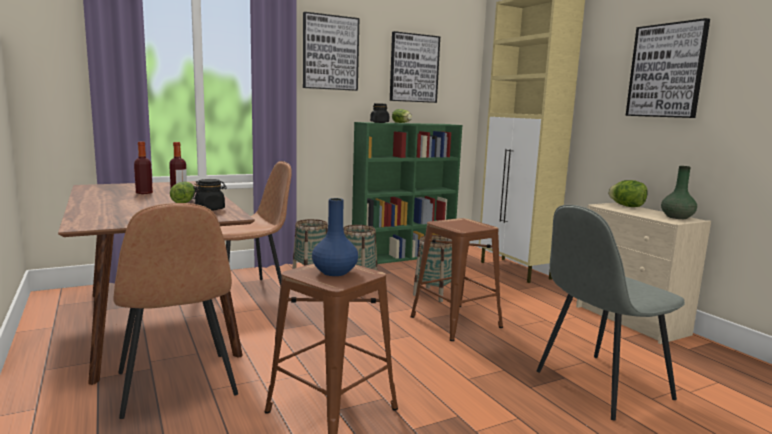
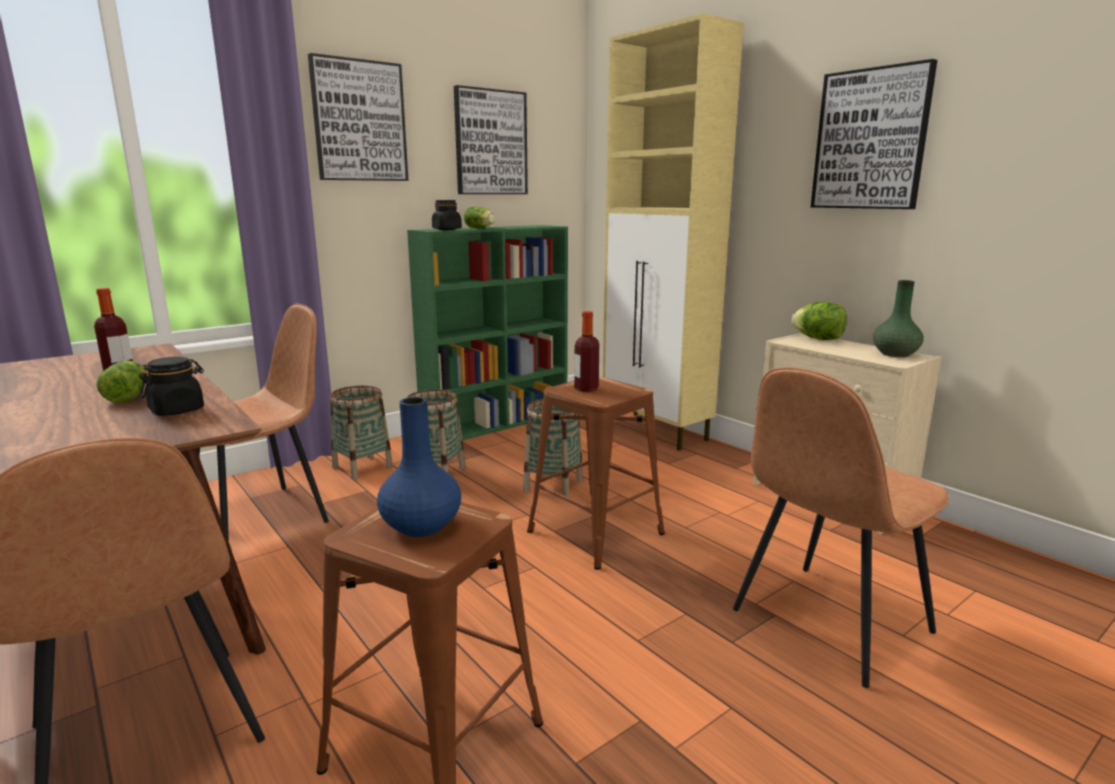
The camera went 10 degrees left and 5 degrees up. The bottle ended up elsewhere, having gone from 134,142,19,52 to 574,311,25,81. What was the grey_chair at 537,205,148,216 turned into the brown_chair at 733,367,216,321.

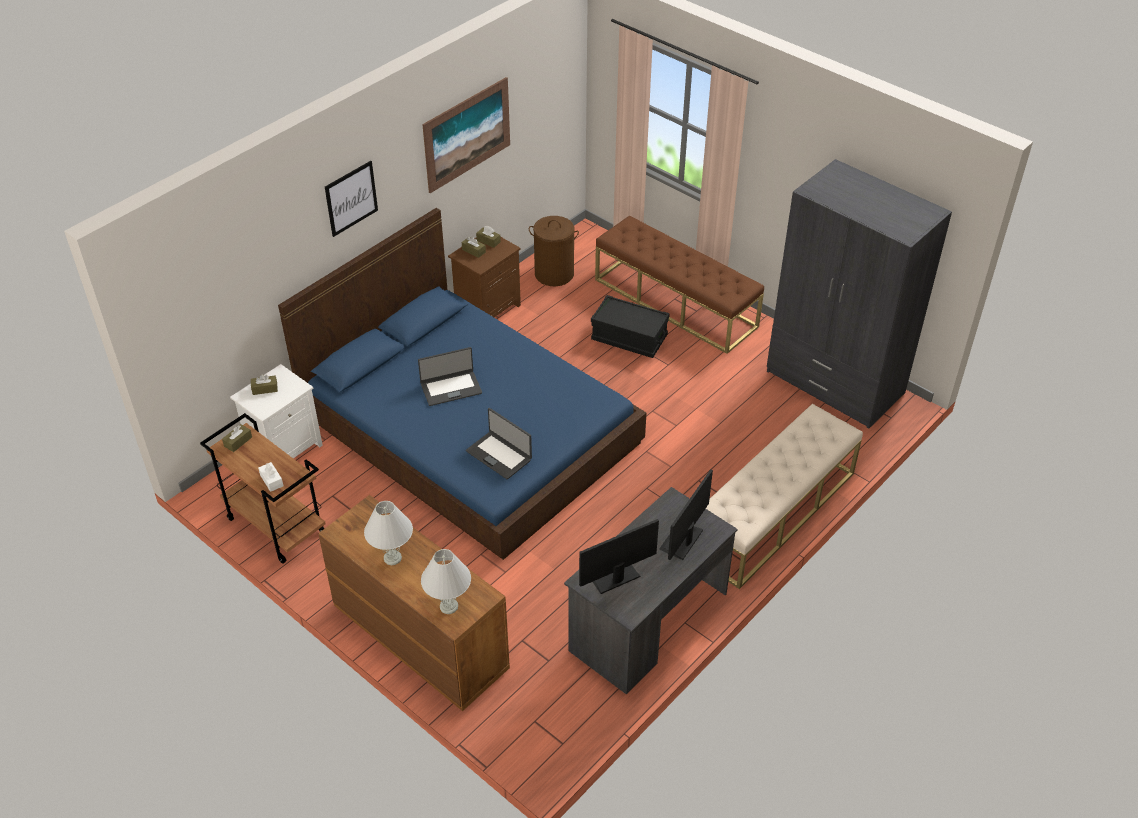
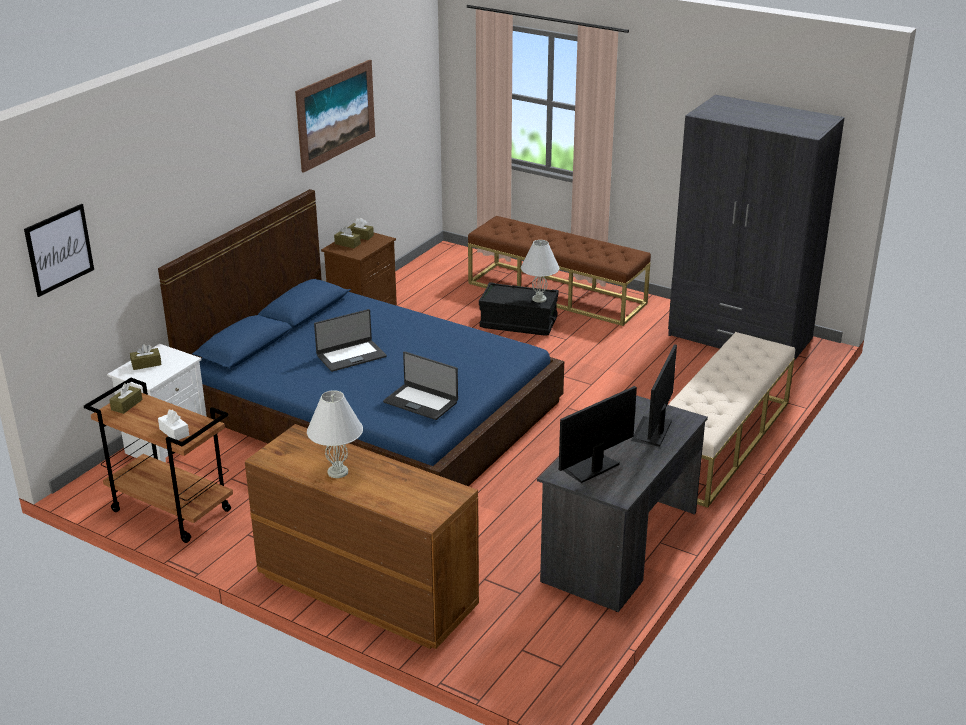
The camera went 10 degrees left and 15 degrees down. The picture ended up elsewhere, having gone from 325,161,53,76 to 24,204,70,93. The white_table_lamp ended up elsewhere, having gone from 421,549,50,65 to 521,240,38,63. The second view lost the brown_laundry_basket at 529,216,50,70.

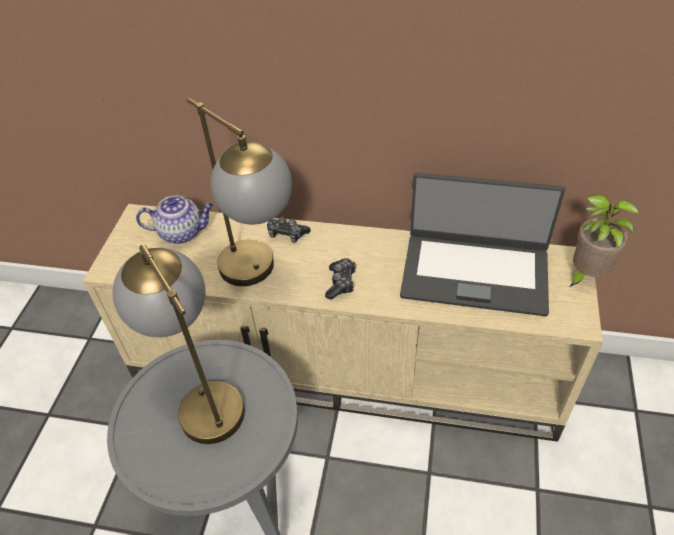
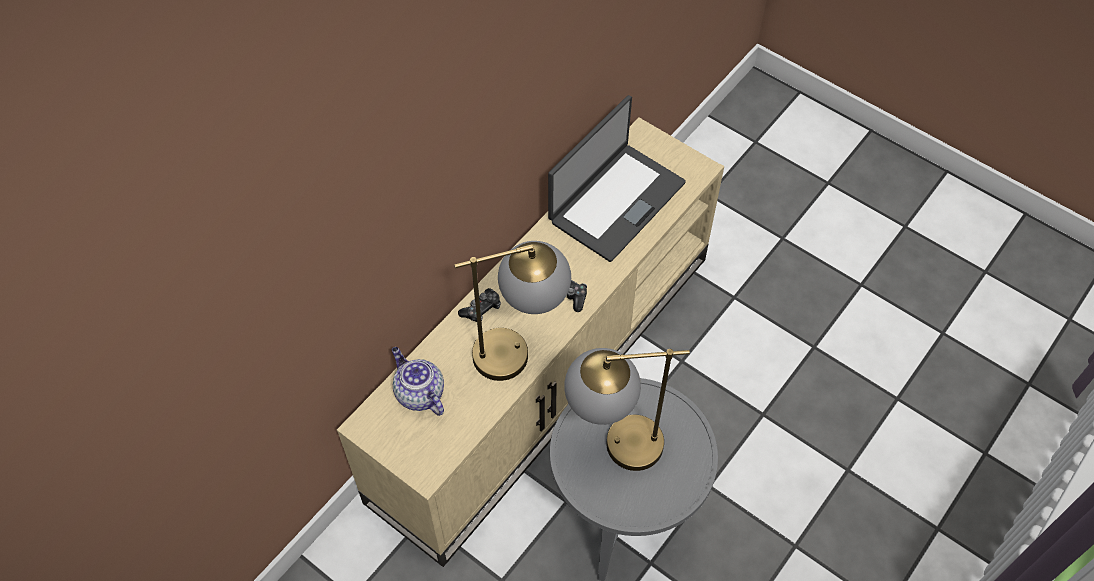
The camera went 65 degrees left and 10 degrees up. The teapot at 136,195,78,49 ended up facing another way, 60 degrees counterclockwise from before. The second view lost the potted_plant at 569,195,71,92.

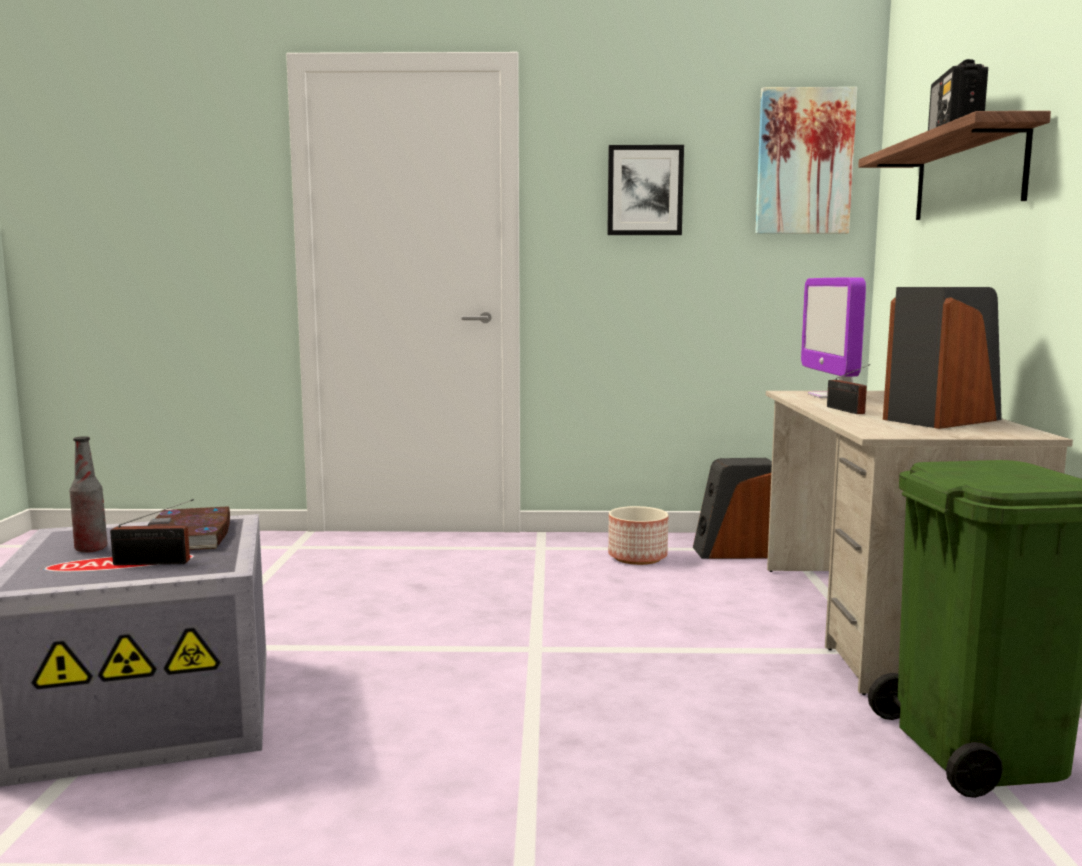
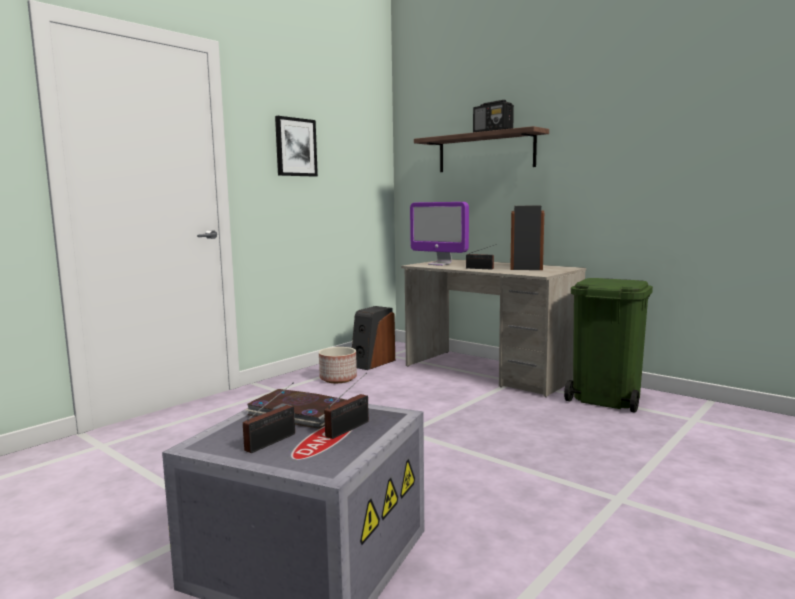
The camera went 50 degrees left and 0 degrees up. Where the bottle stood at 69,436,39,117, the radio came to stand at 243,382,52,71. The second view lost the picture at 755,87,102,147.

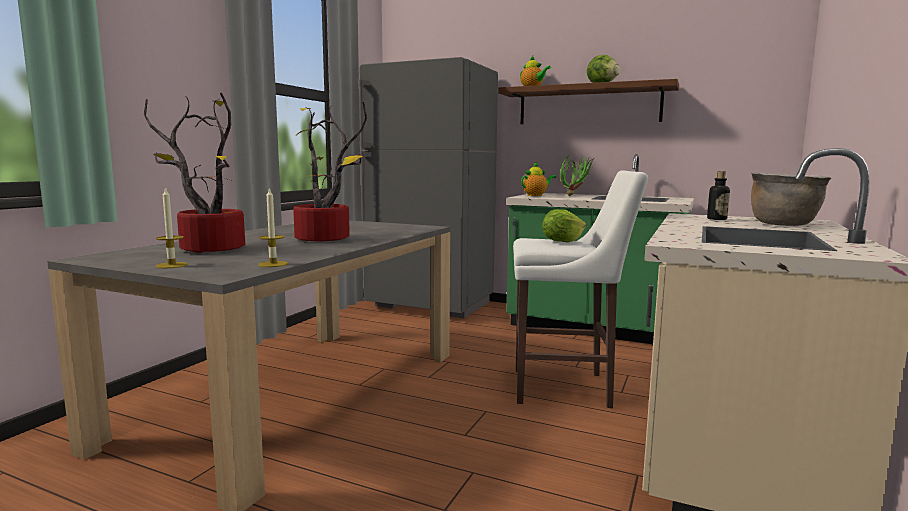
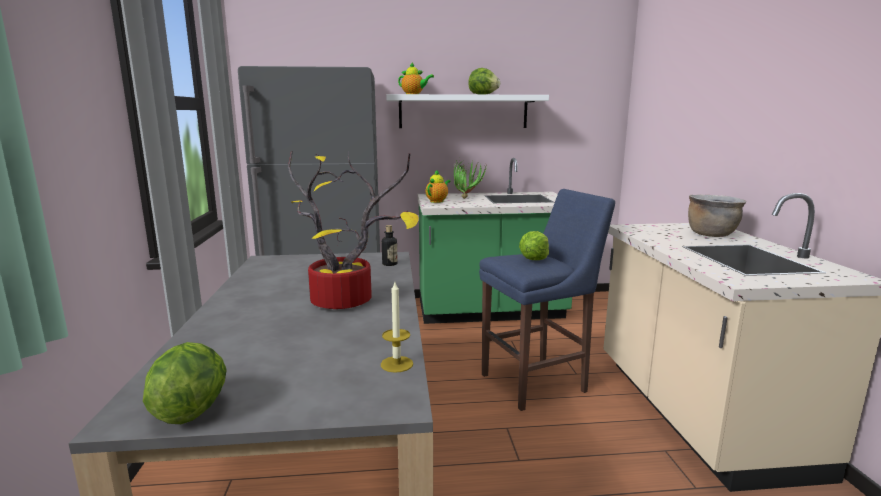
The camera went 30 degrees left and 5 degrees up. The second view lost the potted_plant at 144,93,101,160. The second view lost the candle at 156,187,32,81. What was the brown_shelf at 498,79,181,45 turned into the white_shelf at 386,94,163,34. What was the white_stool at 513,170,135,238 turned into the blue_stool at 479,189,136,222. The bottle ended up elsewhere, having gone from 707,171,23,49 to 382,225,16,41. The second view gained the lettuce at 143,342,83,82.

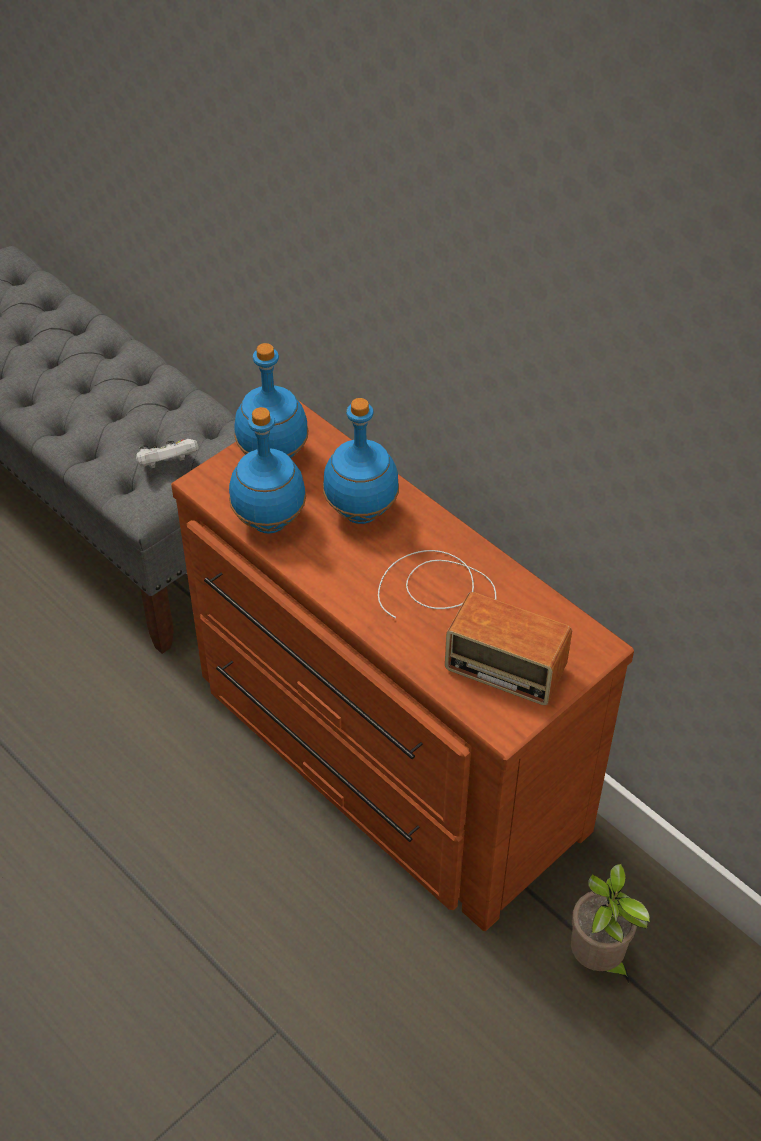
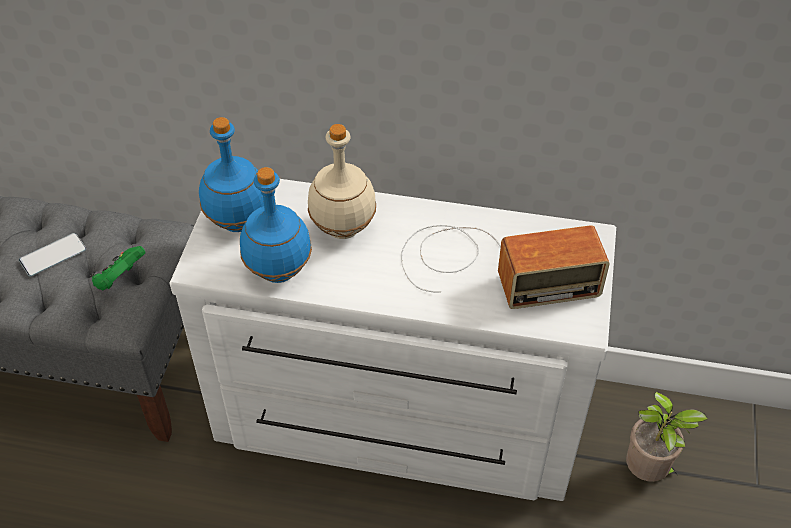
The camera went 35 degrees left and 0 degrees up. What was the white_game_controller at 136,439,62,30 turned into the green_game_controller at 91,246,55,44. What was the brown_dresser at 171,401,463,530 turned into the white_dresser at 169,179,447,322. What was the blue_bottle at 323,398,76,126 turned into the beige_bottle at 308,124,68,115. The second view gained the phone at 19,233,67,44.

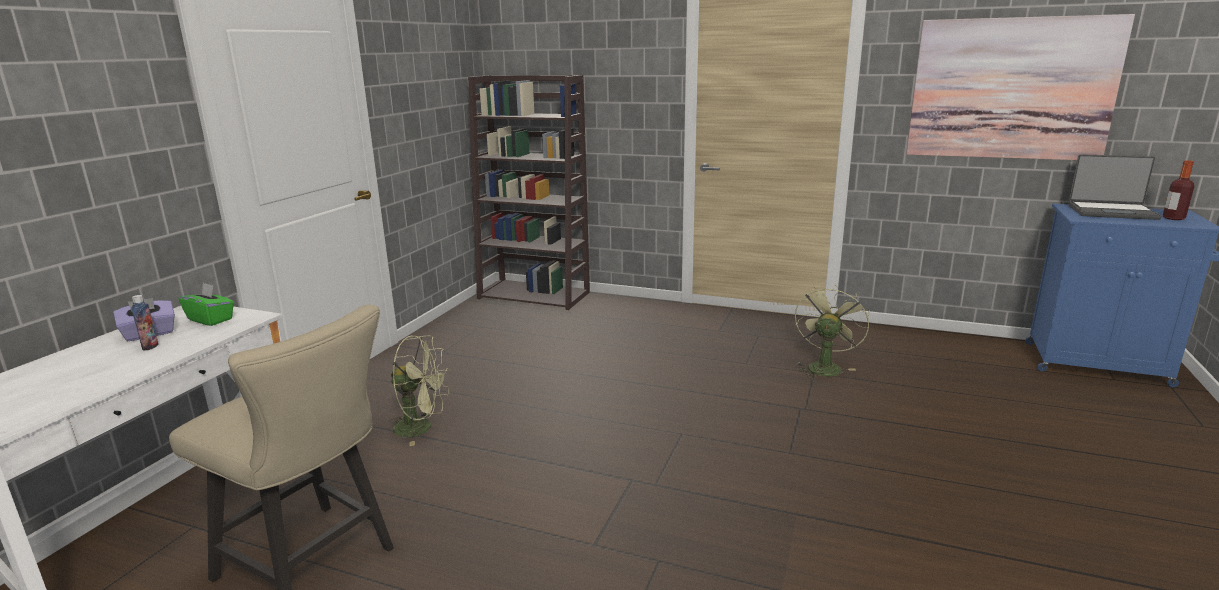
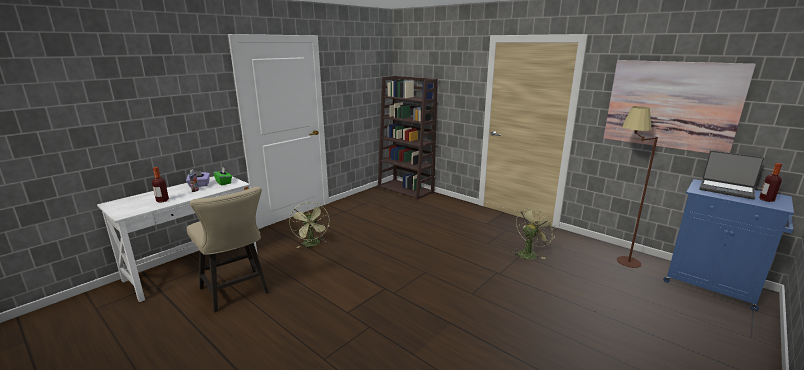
The camera went 20 degrees right and 0 degrees up. The green_fan at 389,335,61,111 ended up facing another way, 45 degrees clockwise from before. The second view gained the bottle at 152,167,17,36. The second view gained the brown_floor_lamp at 617,106,41,162.

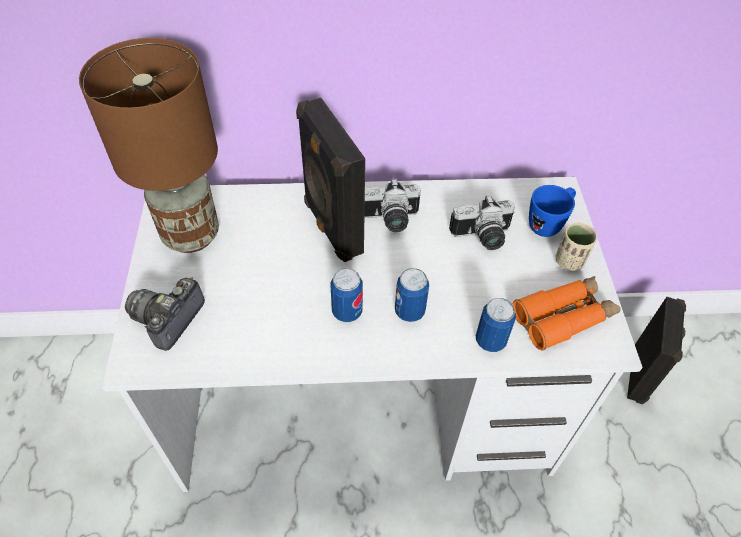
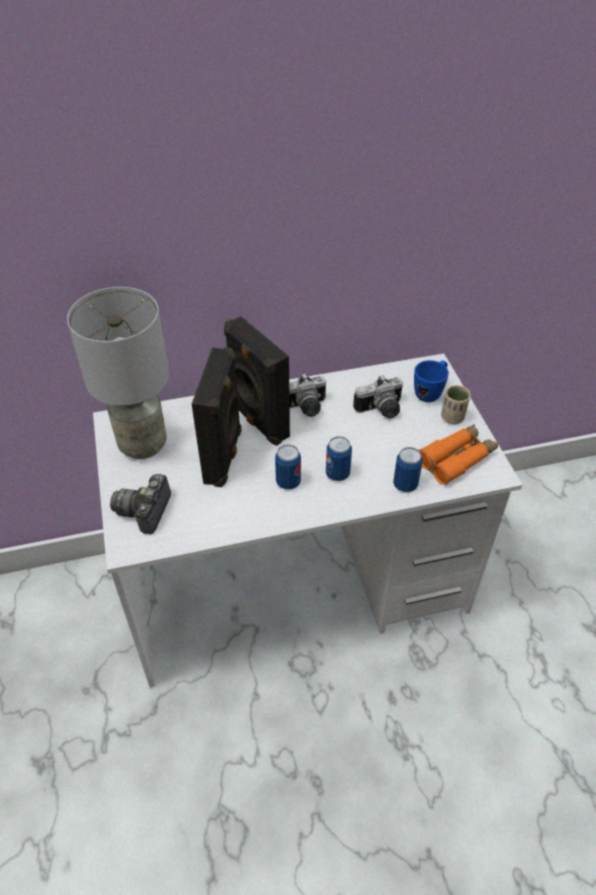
The camera went 10 degrees left and 5 degrees down. What was the brown_table_lamp at 79,38,140,215 turned into the grey_table_lamp at 67,287,102,172. The black_speaker ended up elsewhere, having gone from 627,297,59,108 to 192,347,49,140.

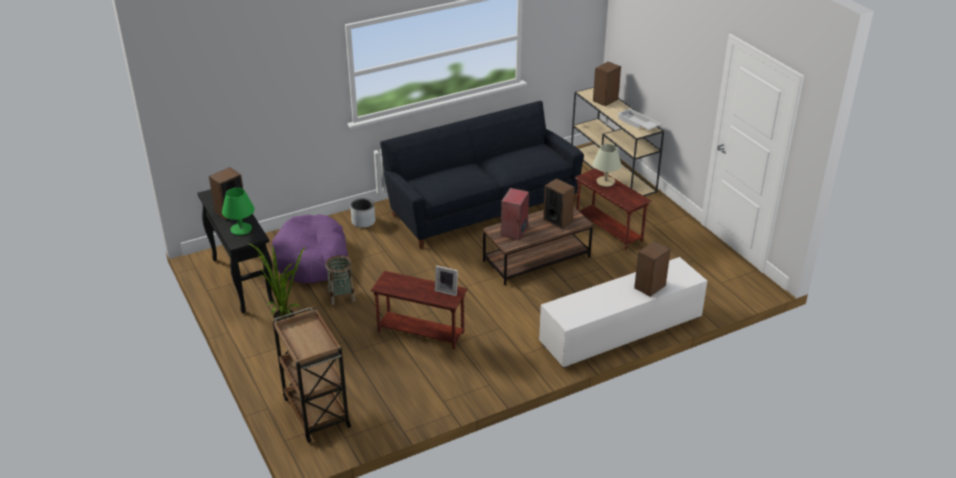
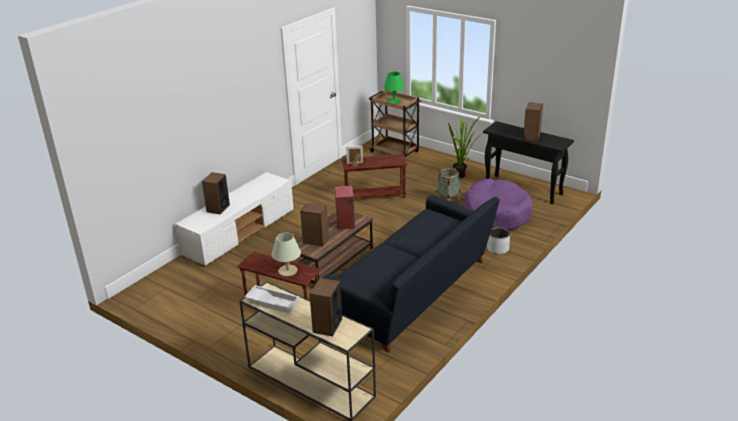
The camera went 155 degrees right and 5 degrees down. The green_table_lamp ended up elsewhere, having gone from 222,188,33,47 to 384,72,21,32.

